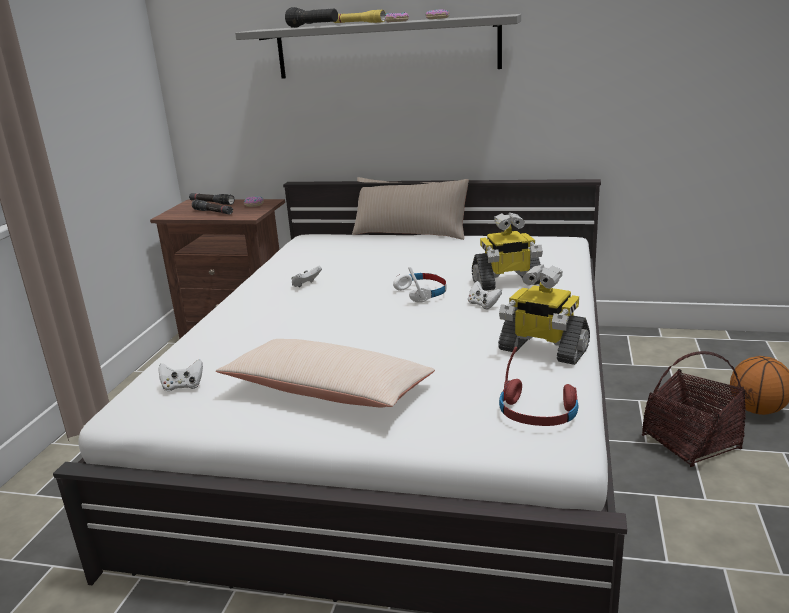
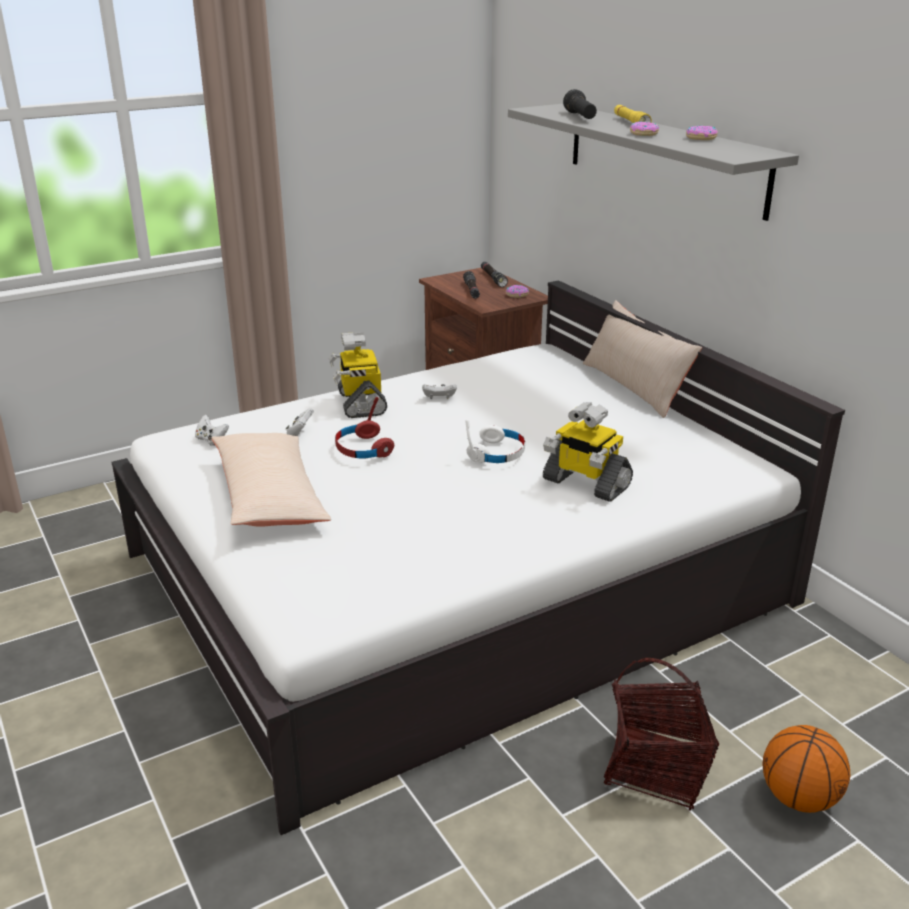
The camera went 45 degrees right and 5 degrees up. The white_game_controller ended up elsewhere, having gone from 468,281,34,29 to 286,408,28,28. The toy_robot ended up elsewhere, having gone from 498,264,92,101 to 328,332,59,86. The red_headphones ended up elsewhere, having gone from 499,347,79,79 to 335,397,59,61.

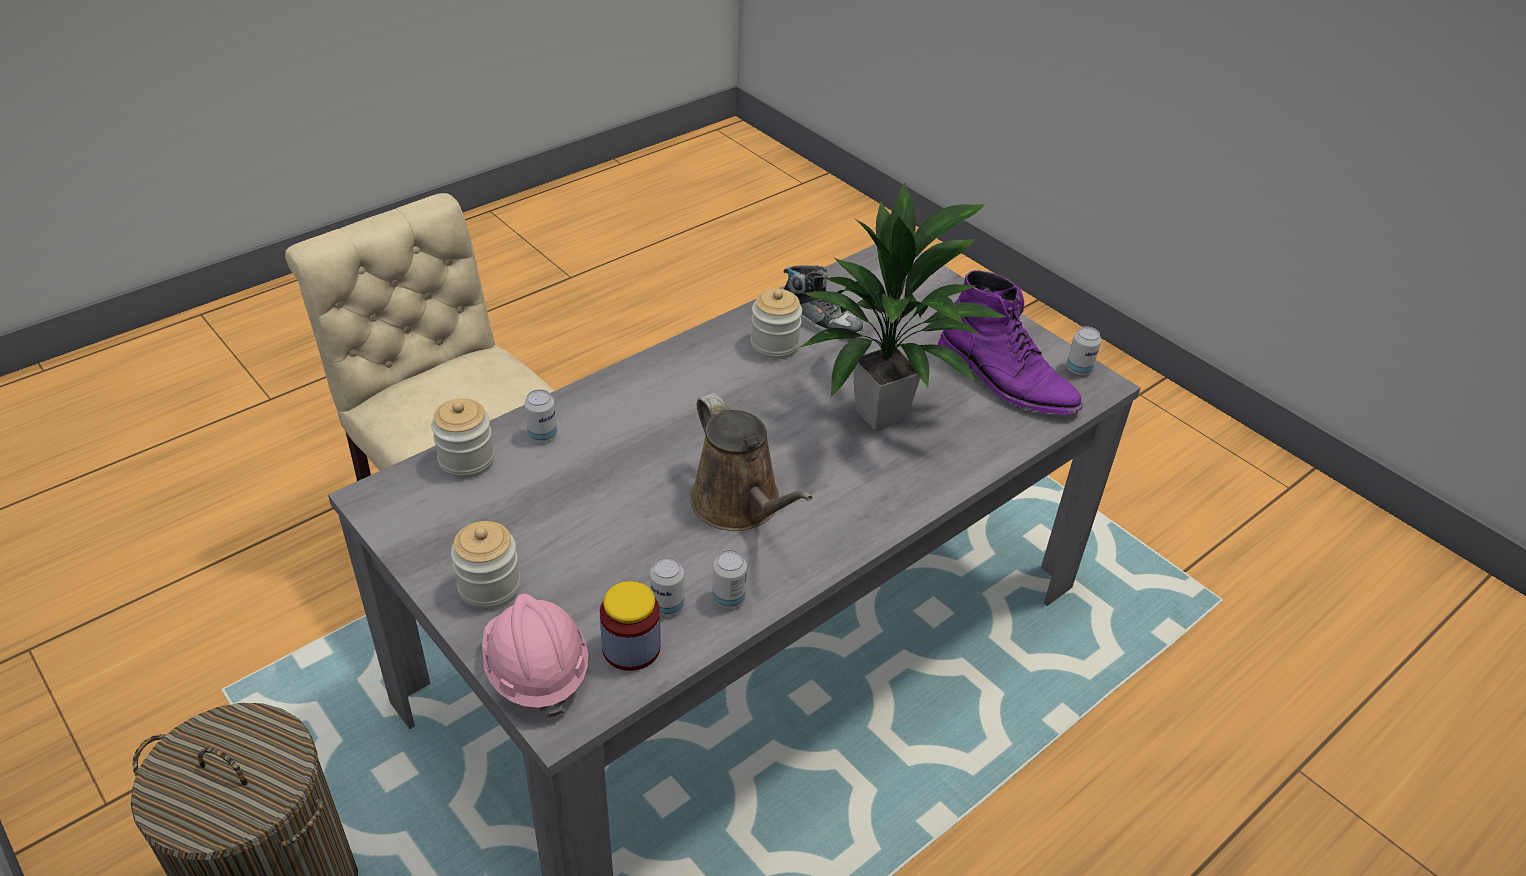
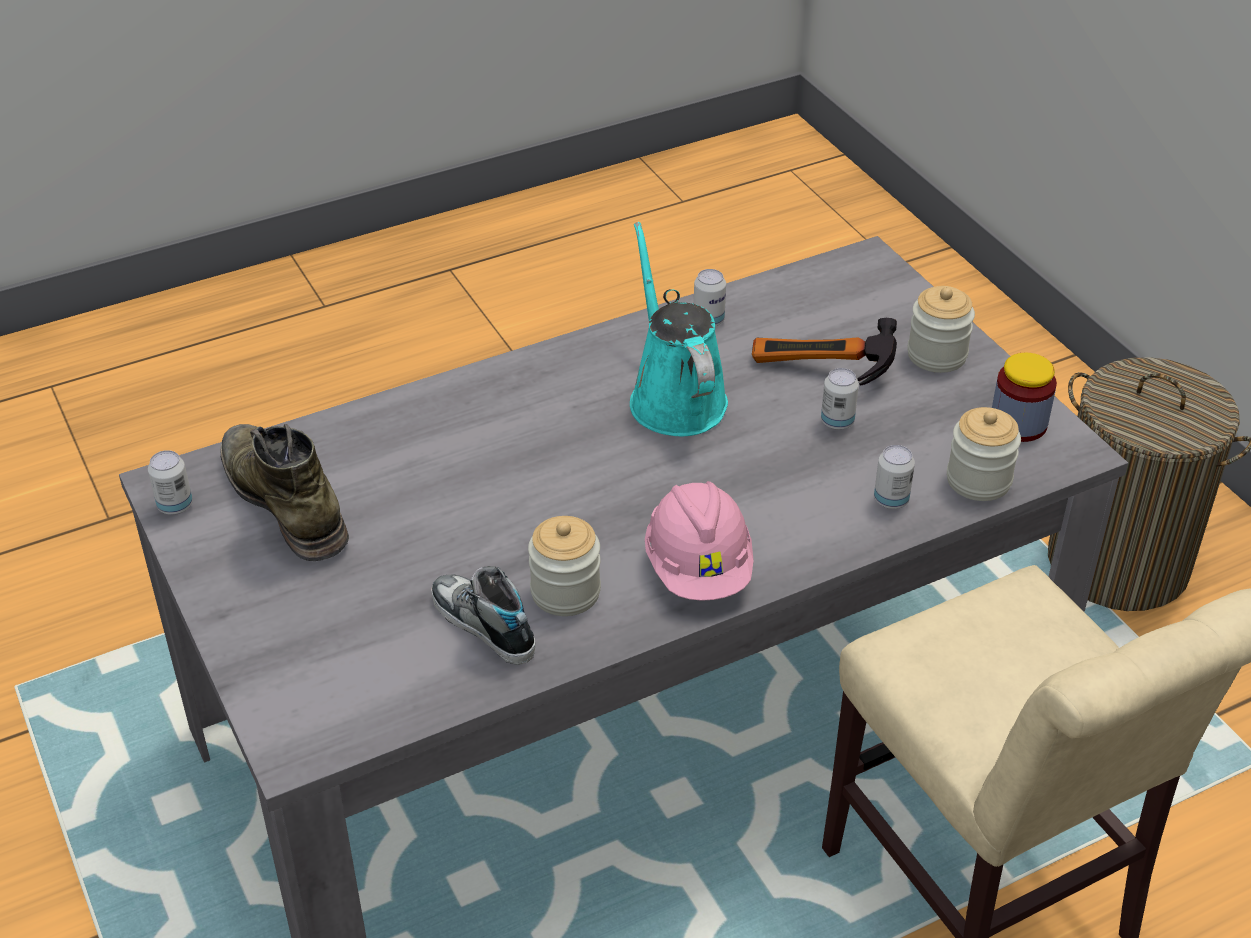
The camera went 165 degrees left and 0 degrees up. The pink_hard_hat ended up elsewhere, having gone from 482,593,106,125 to 645,481,109,120. The jar ended up elsewhere, having gone from 600,581,61,90 to 992,353,65,89. The can ended up elsewhere, having gone from 650,557,34,59 to 821,368,38,62. What was the brown_watering_can at 690,393,123,138 turned into the turquoise_watering_can at 630,222,98,214. The second view lost the potted_plant at 800,182,207,249. What was the purple_boot at 938,270,145,145 turned into the green_boot at 220,424,129,137. The second view gained the hammer at 752,318,145,68.

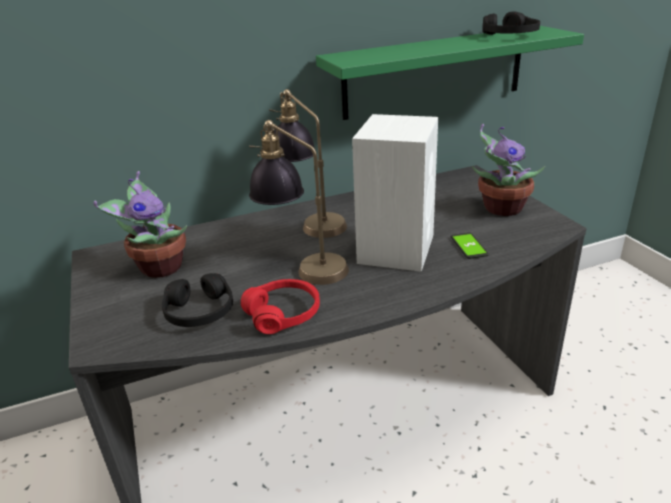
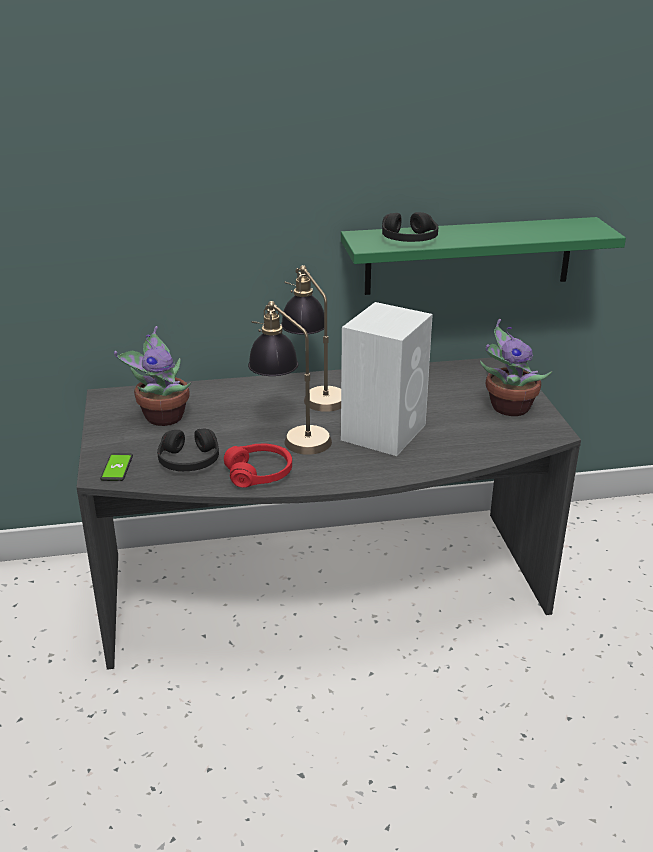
The camera went 10 degrees right and 0 degrees up. The phone ended up elsewhere, having gone from 451,233,38,26 to 100,453,33,28. The black_headphones ended up elsewhere, having gone from 482,11,58,24 to 382,212,56,30.

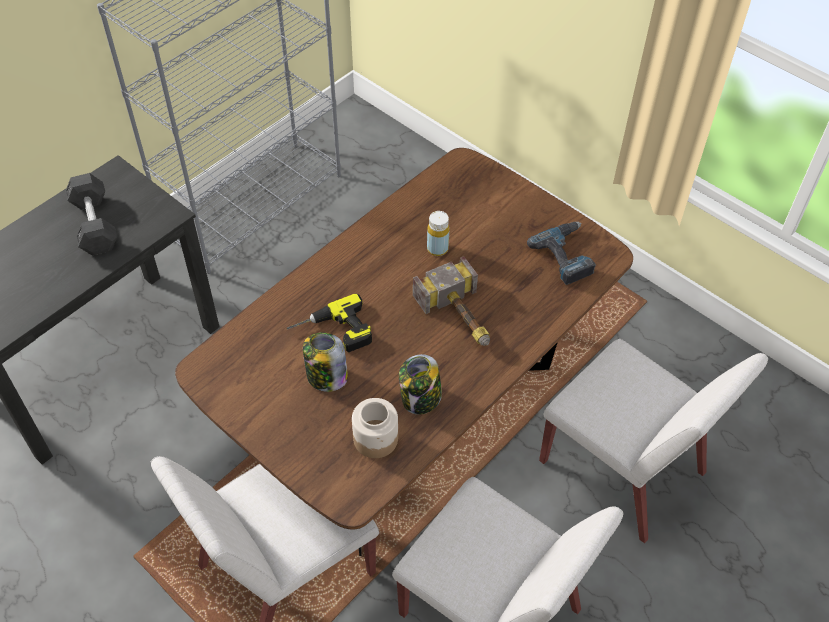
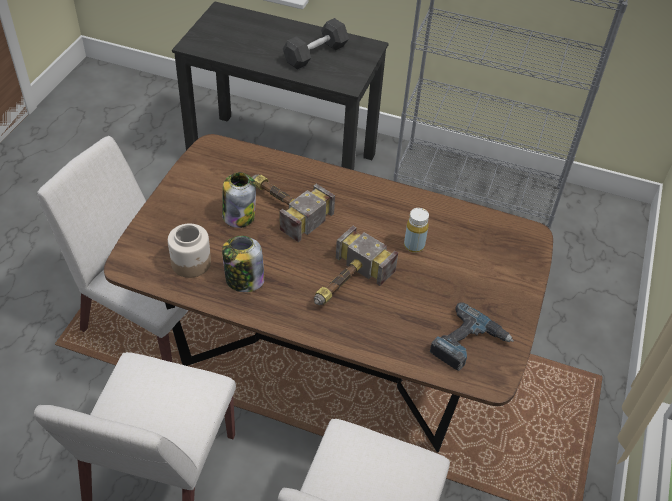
The camera went 65 degrees right and 5 degrees down. Where the power_drill stood at 286,294,86,59, the hammer came to stand at 252,175,83,67.

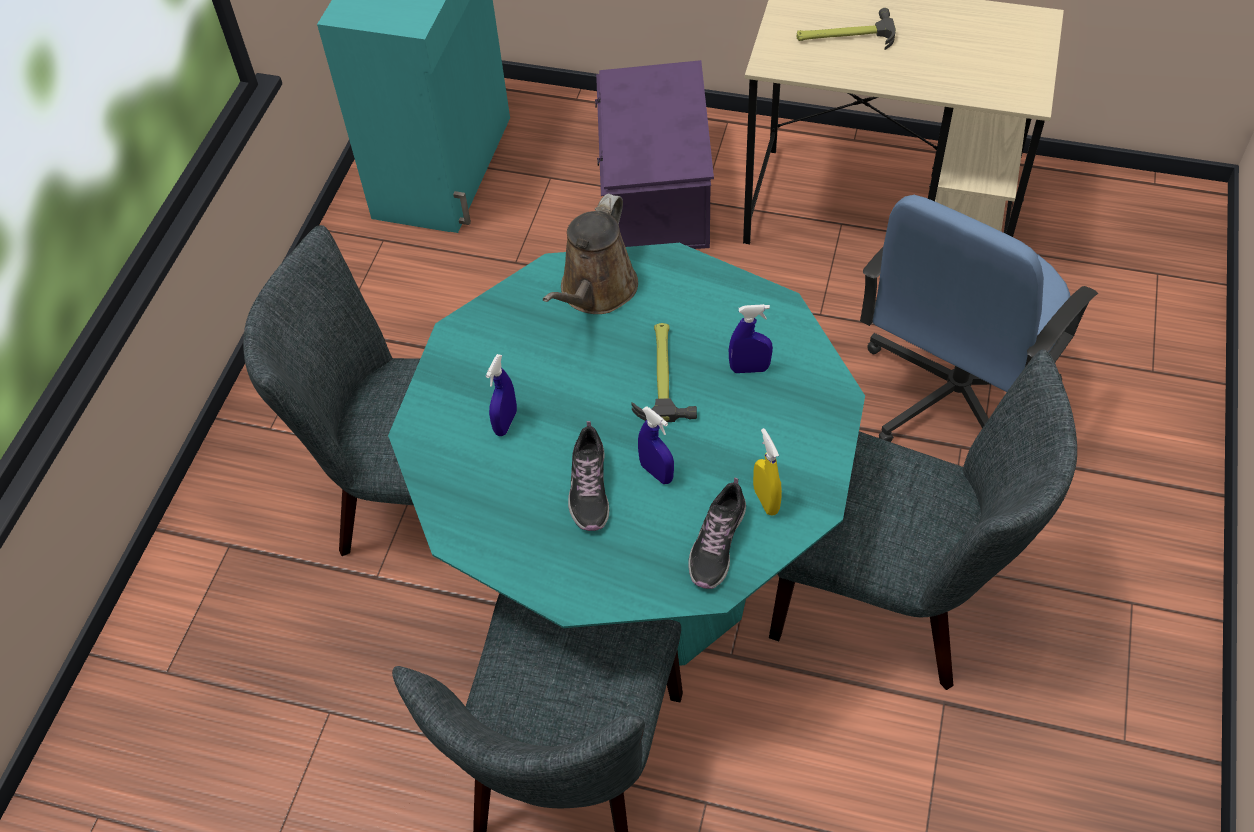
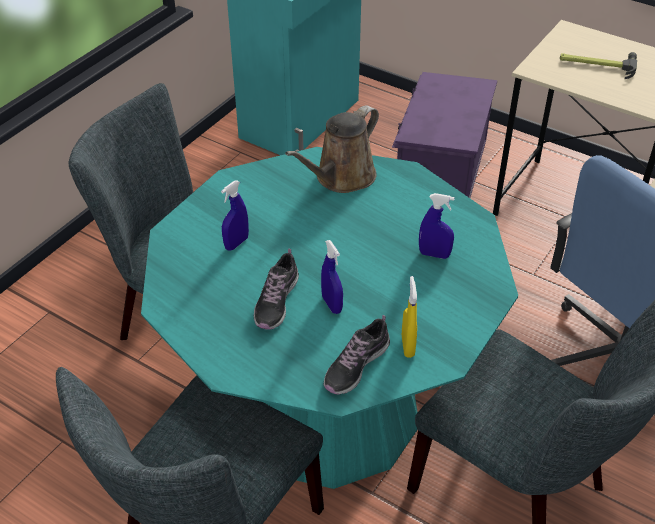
The camera went 15 degrees right and 10 degrees down. The second view lost the hammer at 631,323,66,99.

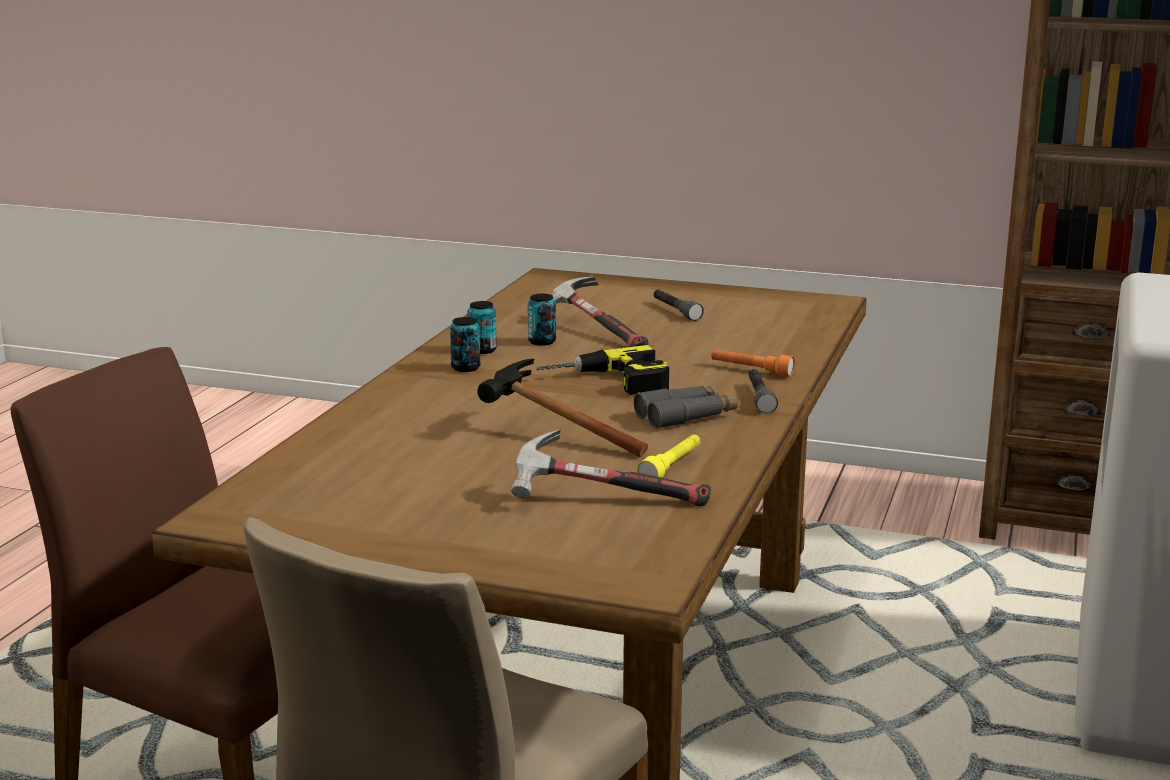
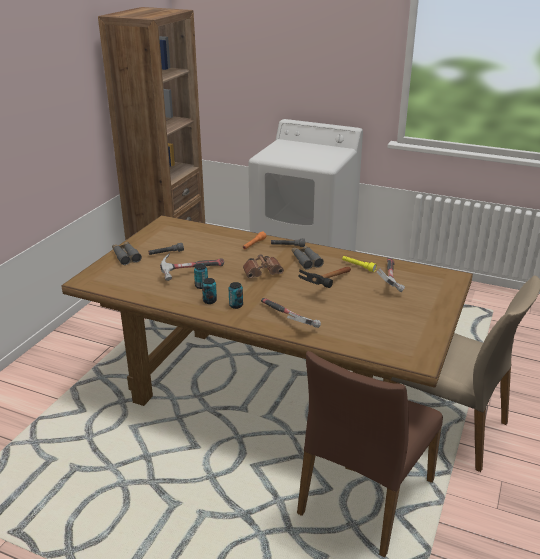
The camera went 85 degrees left and 10 degrees up. Where the power_drill stood at 536,345,133,50, the brown_binoculars came to stand at 243,254,41,24. The second view gained the grey_binoculars at 112,242,30,23. The second view gained the hammer at 261,298,60,30.

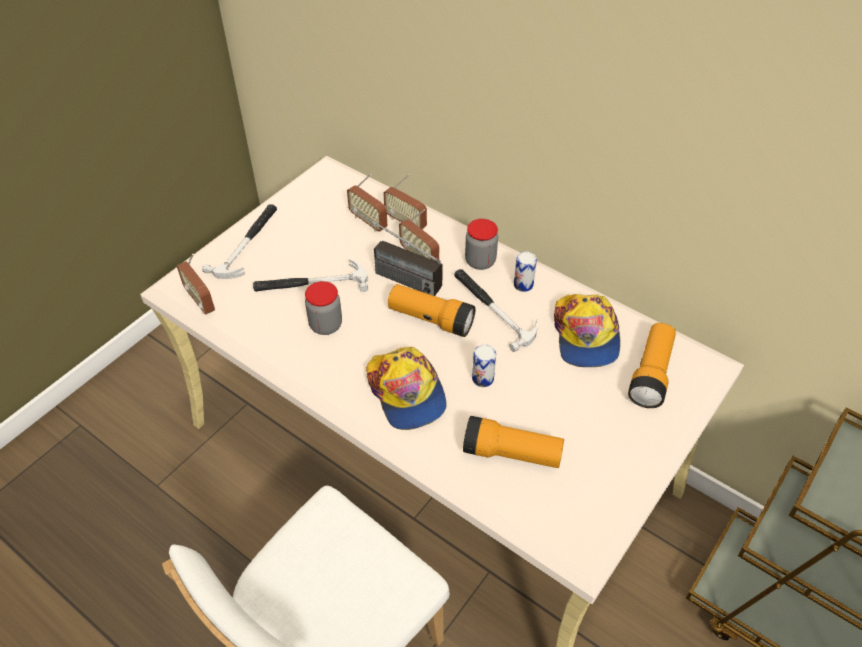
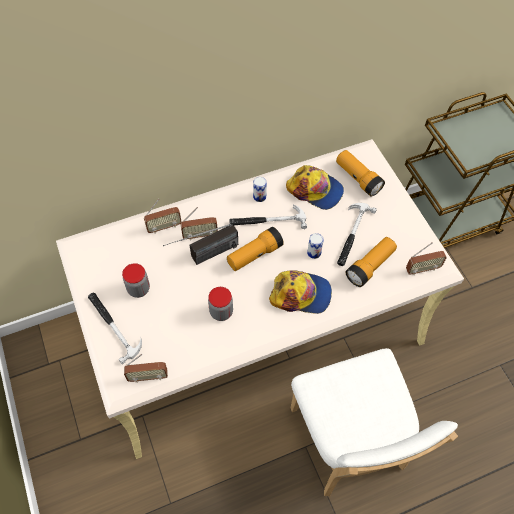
The camera went 60 degrees left and 10 degrees up. The hammer ended up elsewhere, having gone from 253,259,115,33 to 337,203,40,63. The radio ended up elsewhere, having gone from 347,174,40,58 to 406,242,41,33. The jar ended up elsewhere, having gone from 465,219,33,51 to 122,263,28,35.

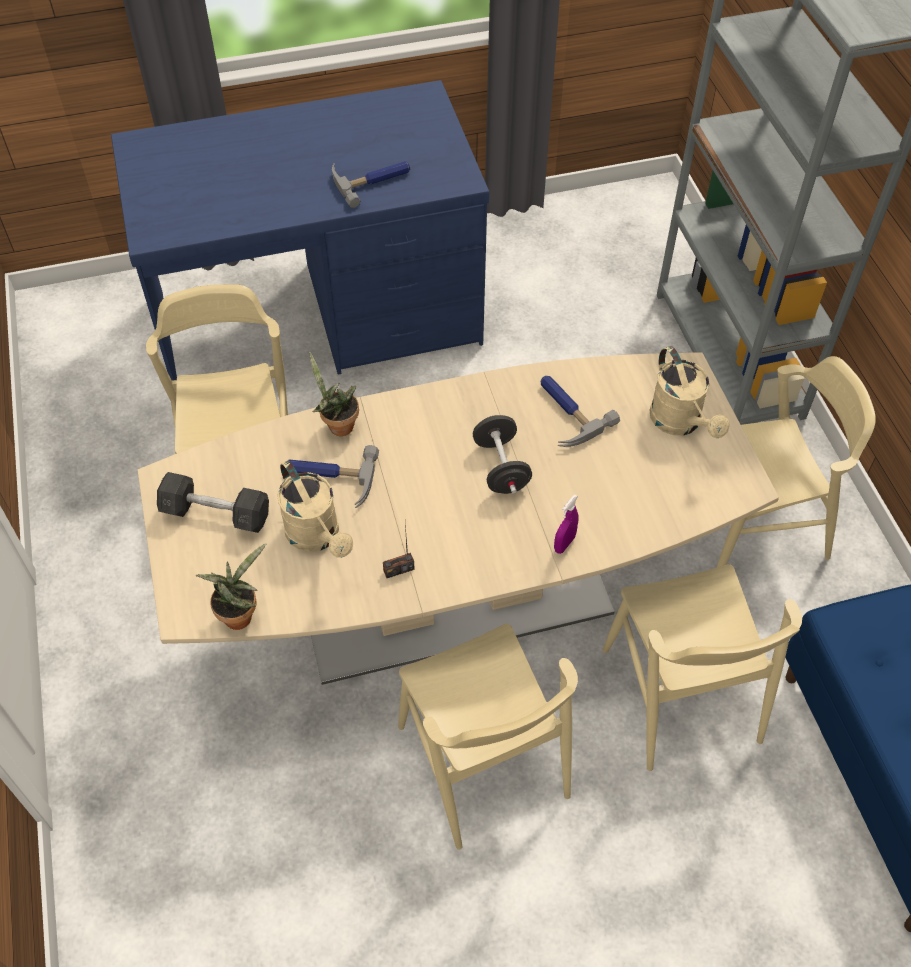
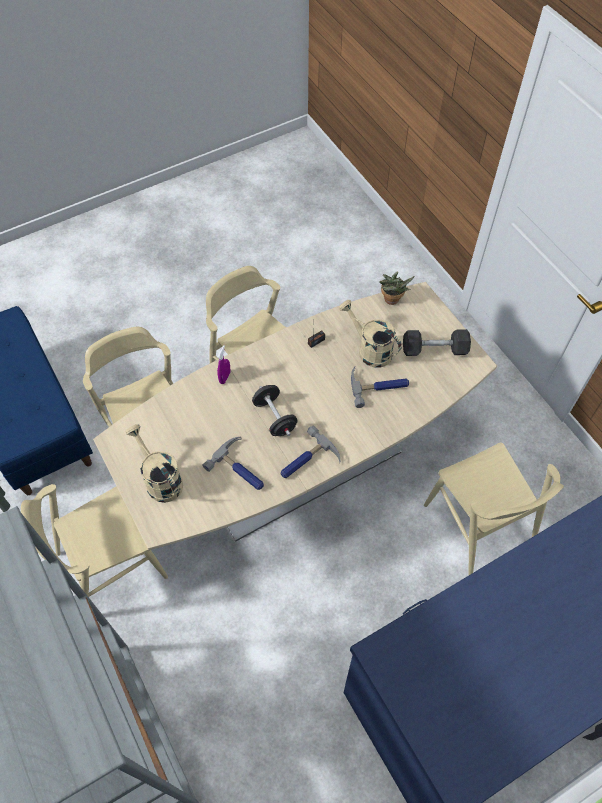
The camera went 165 degrees right and 5 degrees up. The second view lost the potted_plant at 309,352,50,84. The hammer ended up elsewhere, having gone from 332,161,78,47 to 281,425,59,53.

